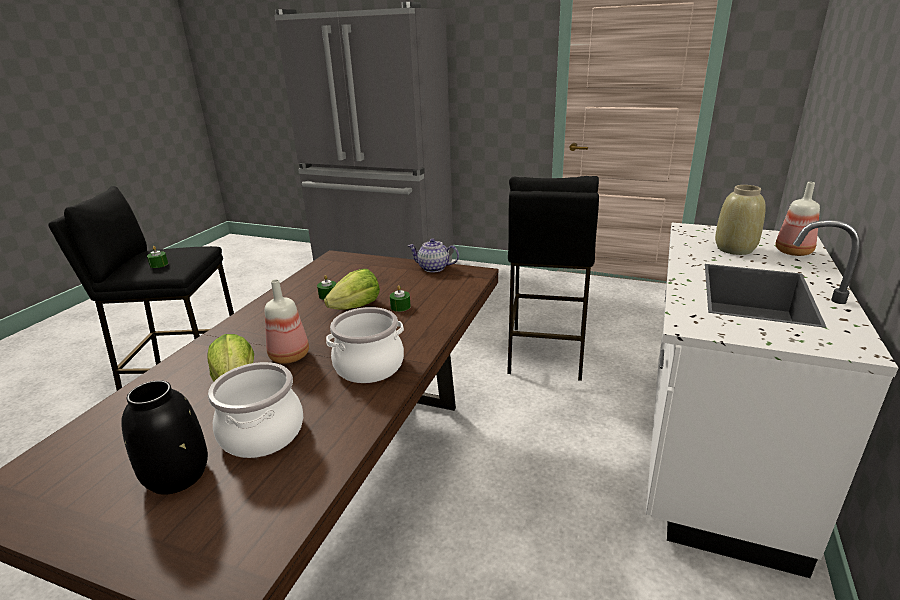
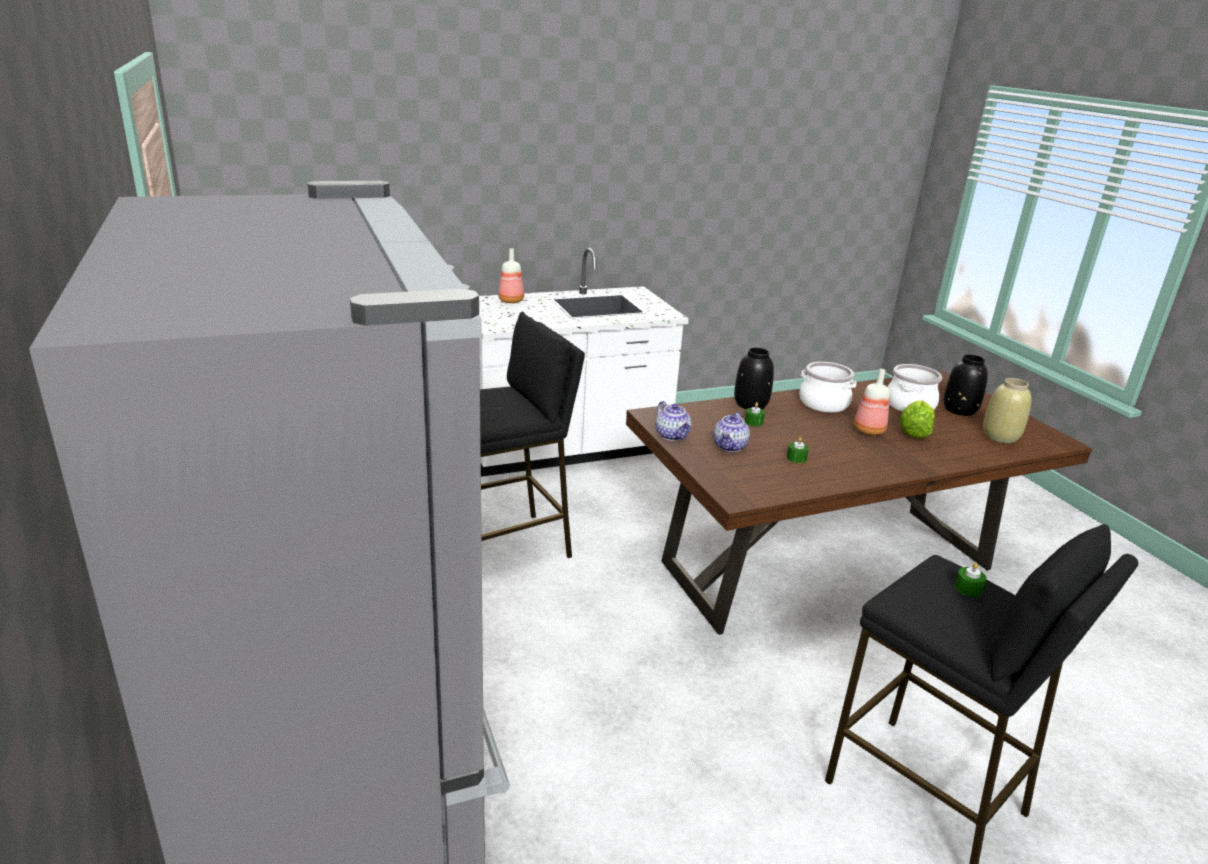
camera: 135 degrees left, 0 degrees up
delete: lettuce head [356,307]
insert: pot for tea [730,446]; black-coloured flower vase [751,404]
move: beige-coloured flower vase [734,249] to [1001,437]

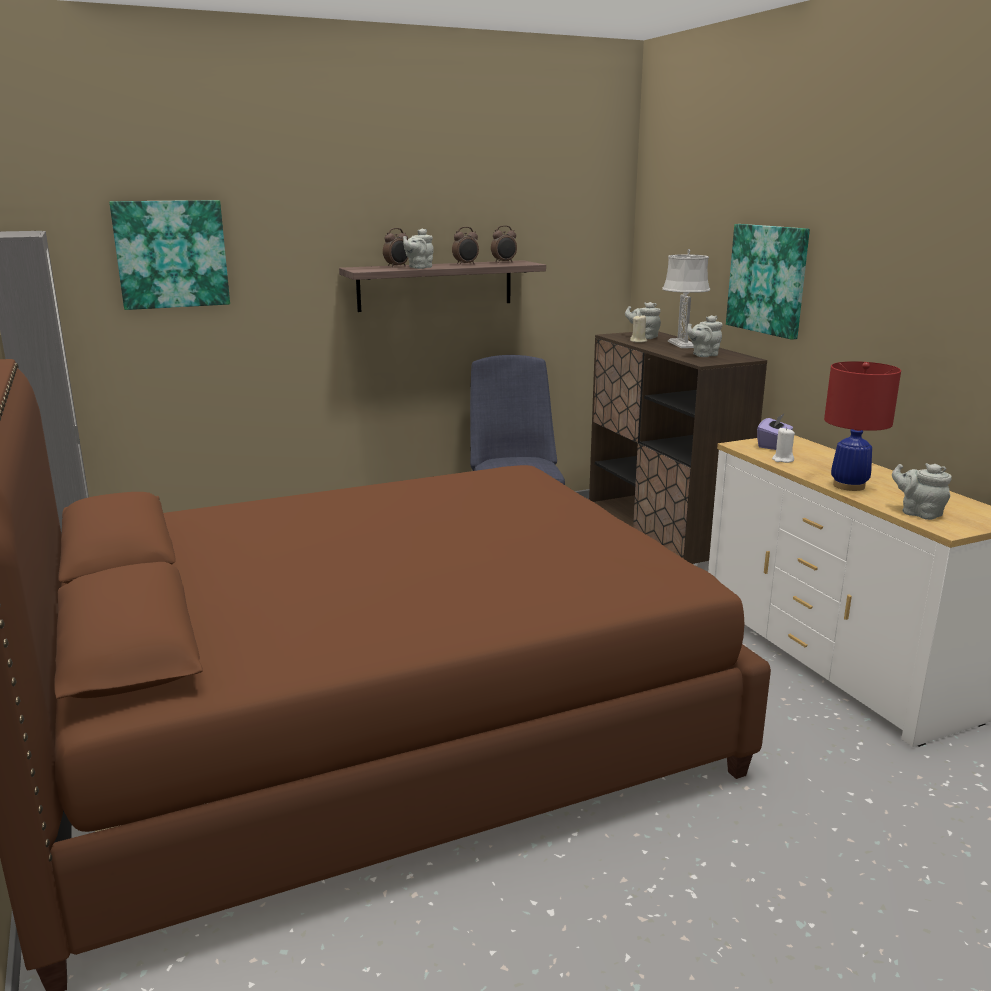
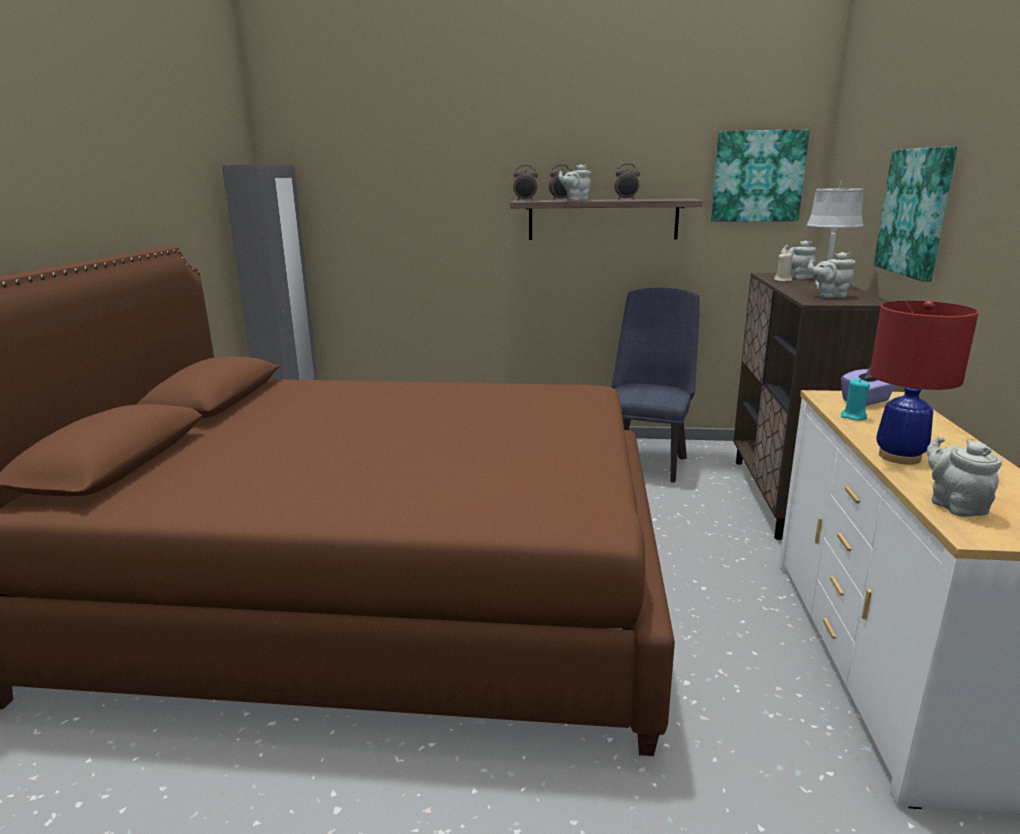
camera: 30 degrees right, 0 degrees up
move: wall art [171,254] to [757,176]; alarm clock [504,262] to [525,200]
recolor: white wax light [782,460] to blue-green wax light [853,417]

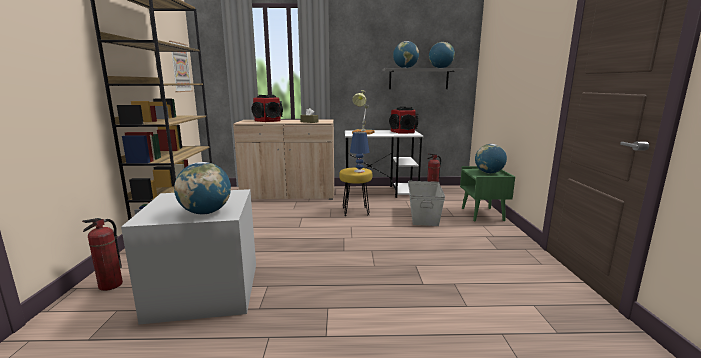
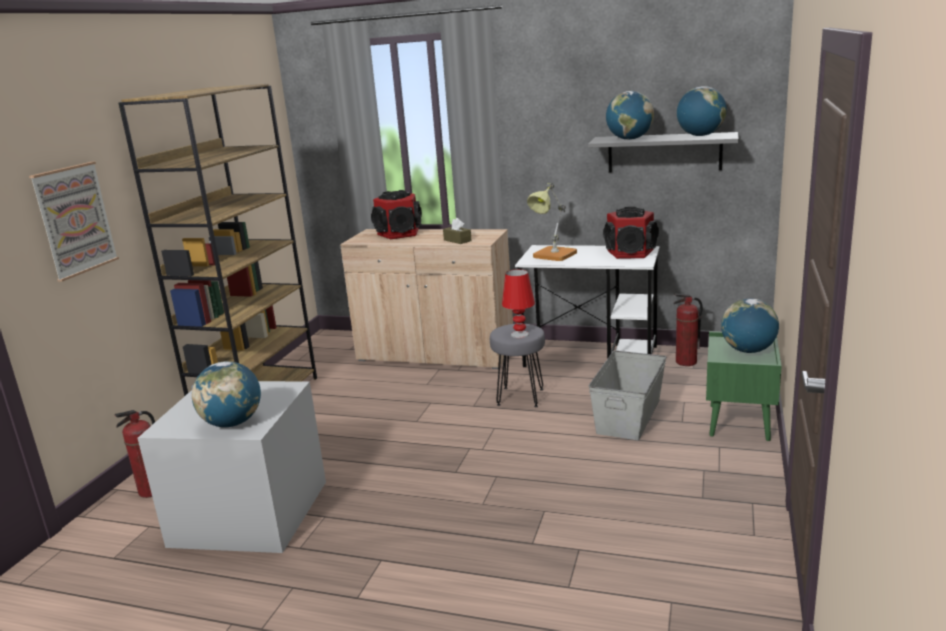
camera: 20 degrees right, 5 degrees up
move: wall art [180,67] to [74,220]
recolor: yellow-coloured stool seat [355,211] to greyish stool seat [519,397]; bluish lamp for a table [359,171] to red lamp for a table [519,334]

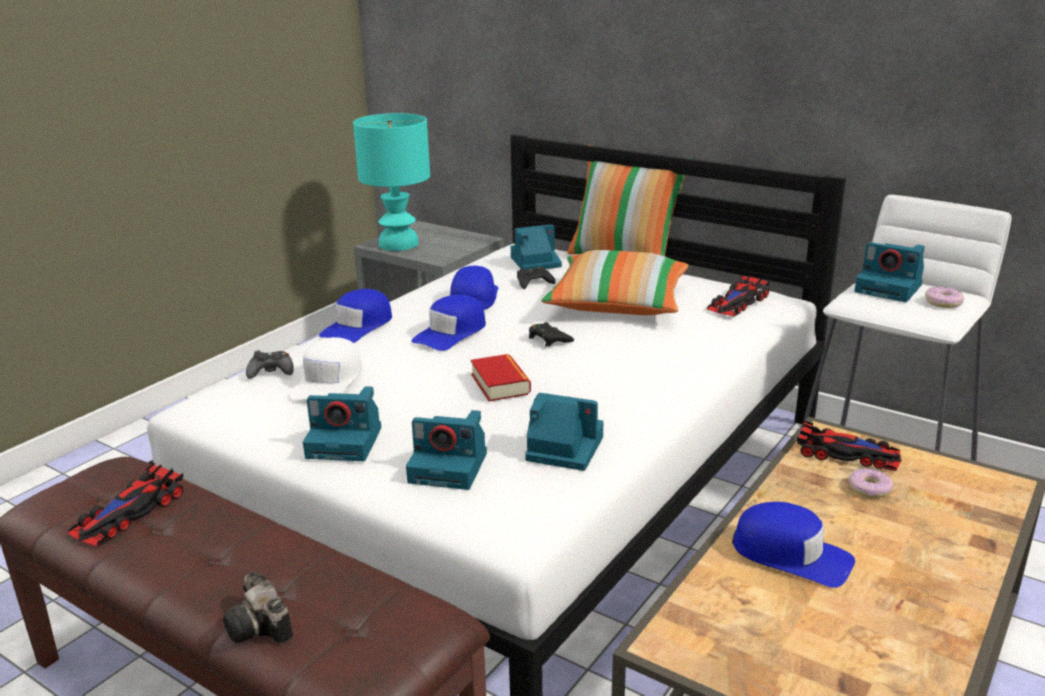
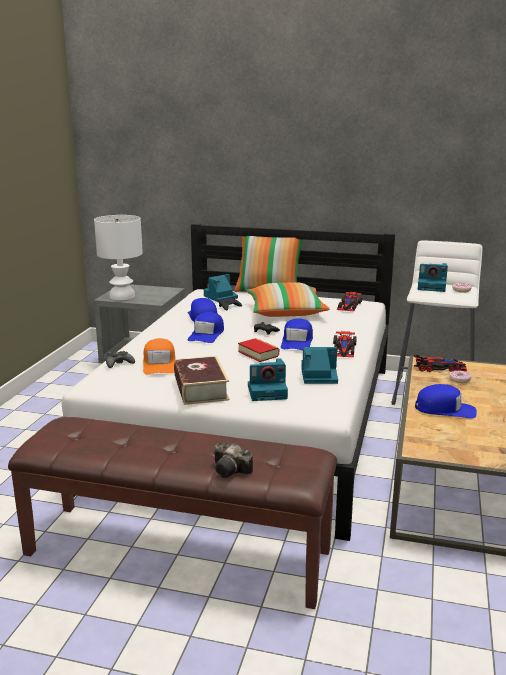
camera: 20 degrees left, 5 degrees down
move: toy car [129,513] to [344,349]; bluish cap [358,326] to [297,342]
replace: still camera [346,442] to book [200,388]
recolor: white cap [329,381] to orangey cap [159,364]; blue-green lamp for a table [399,244] to white lamp for a table [122,296]

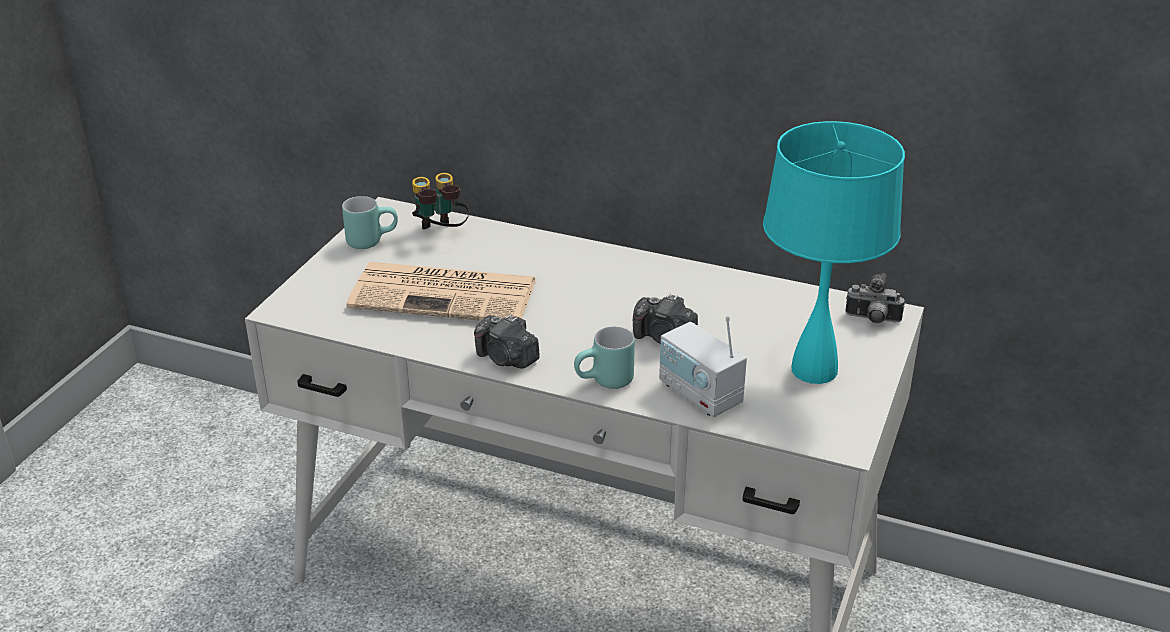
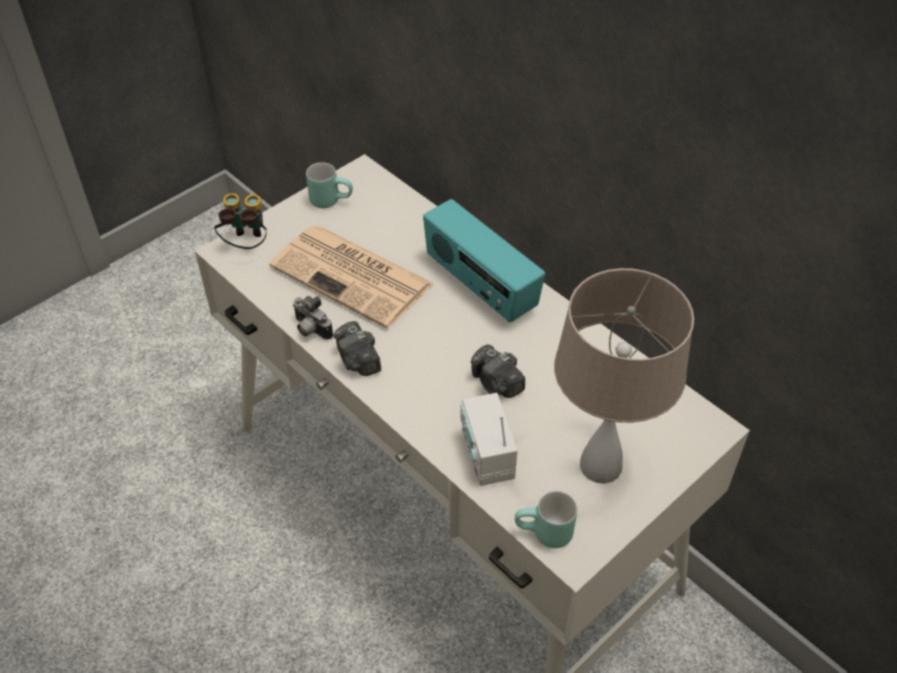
camera: 25 degrees right, 15 degrees up
insert: radio receiver [480,286]
move: binoculars [439,233] to [246,244]; blue-green tea mug [605,383] to [544,535]; still camera [872,320] to [310,330]
recolor: blue-green lamp for a table [813,370] to beige-coloured lamp for a table [600,465]

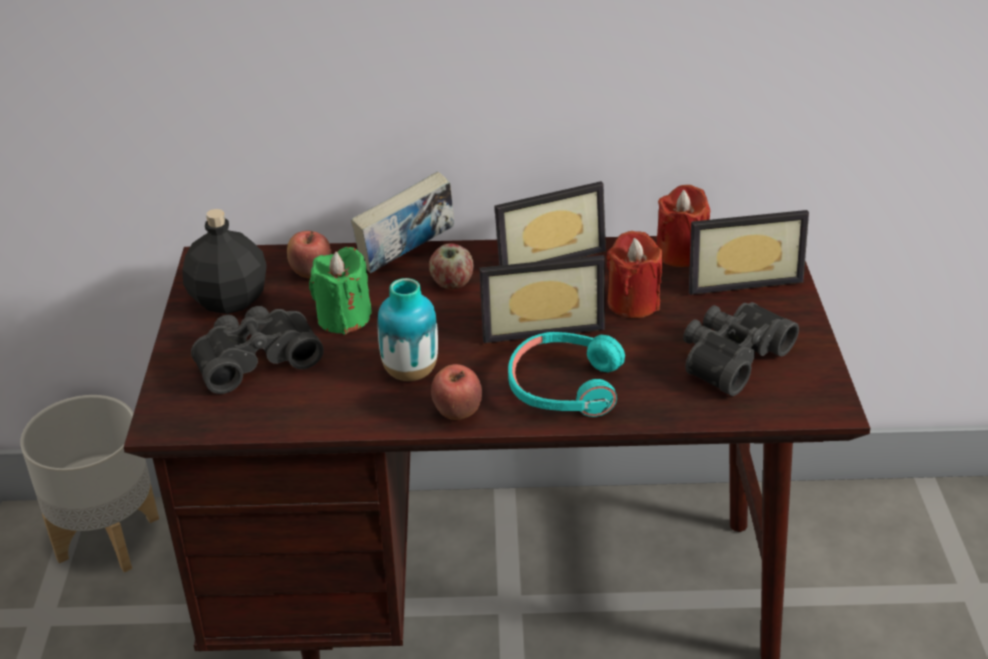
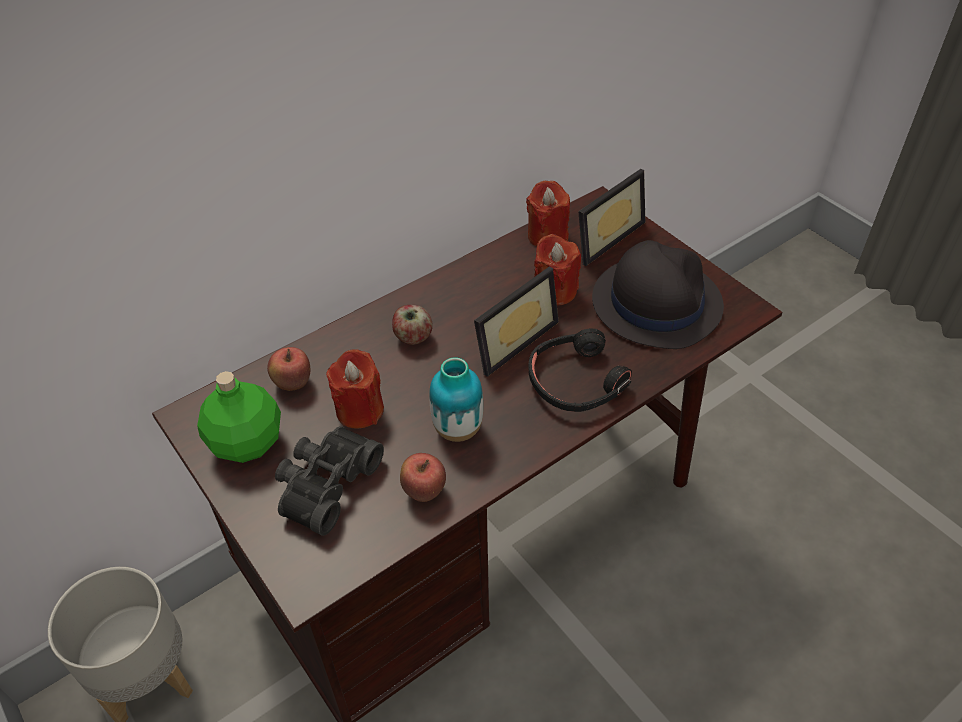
camera: 35 degrees left, 10 degrees up
delete: book [406,258]; photo frame [546,254]
move: apple fruit [457,413] to [424,491]
replace: black-coloured binoculars [730,357] to black-coloured clothing hat [656,302]
recolor: black-coloured bottle [230,300] to greenish bottle [248,442]; greenish wax light [343,318] to red wax light [359,410]; blue-green pair of headphones [564,386] to black-coloured pair of headphones [575,382]

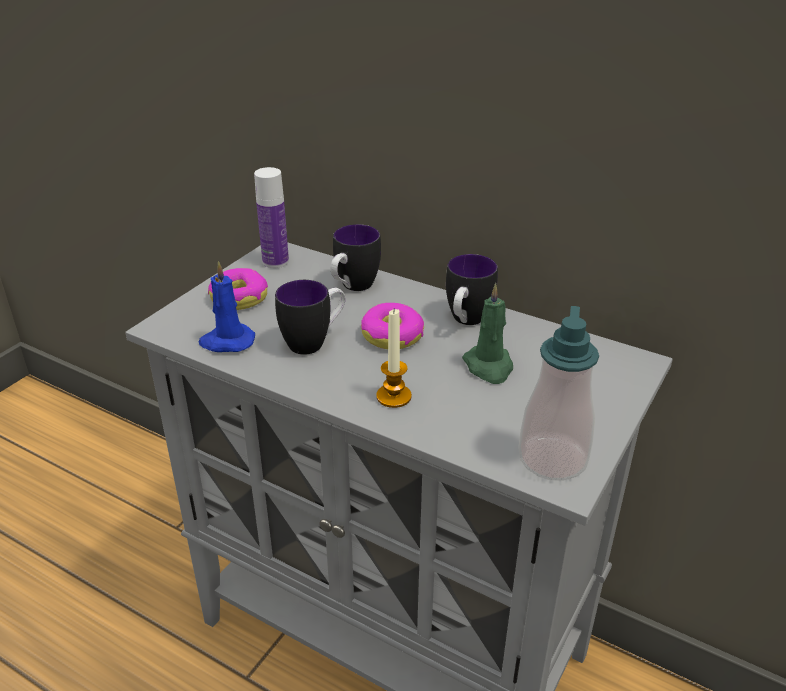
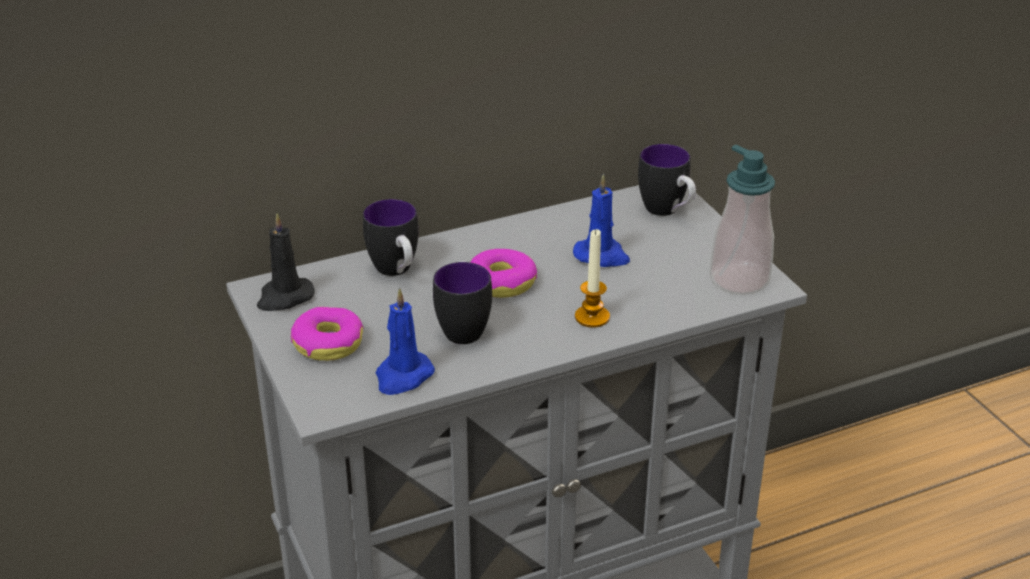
camera: 55 degrees left, 0 degrees up
move: tea mug [466,322] to [667,212]
replace: bottle [275,261] to black-coloured wax light [284,297]
recolor: greenish wax light [489,367] to bluish wax light [602,256]

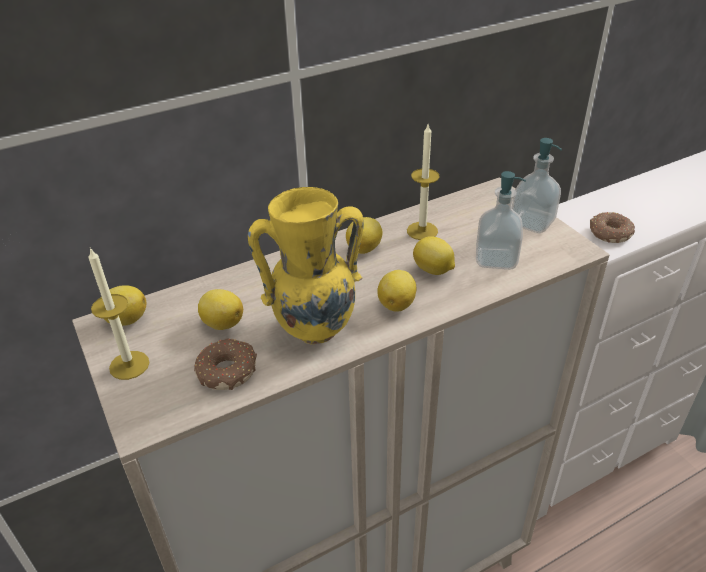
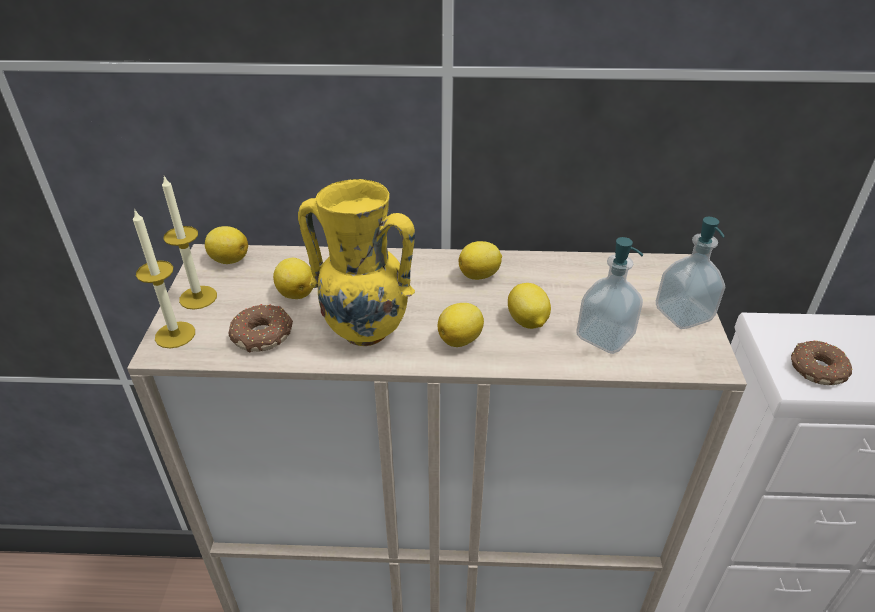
camera: 30 degrees right, 0 degrees up
move: wax light [422,231] to [175,335]

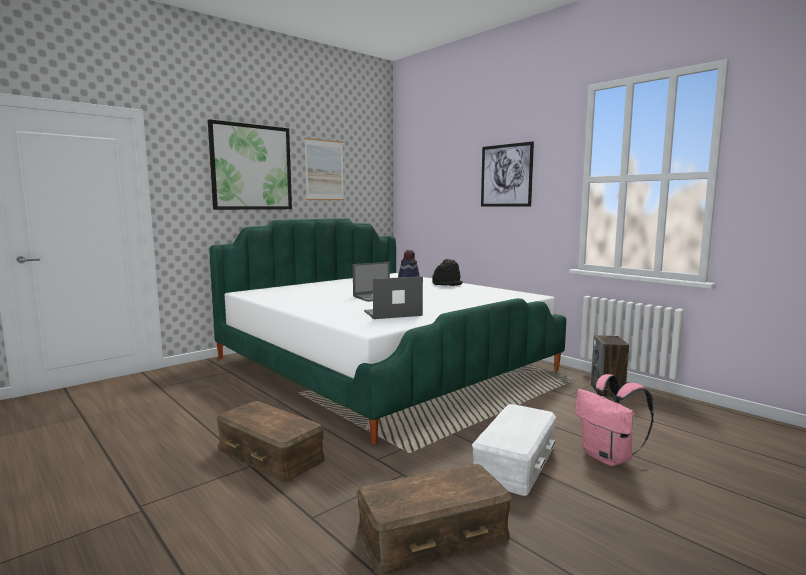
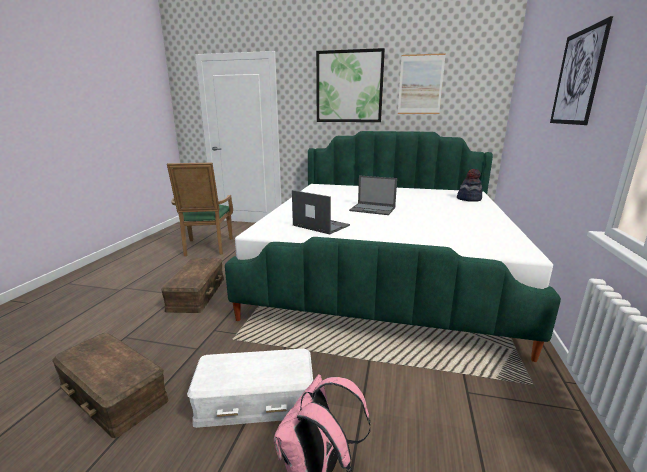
camera: 55 degrees right, 10 degrees up
delete: black-coloured clothing hat [447,284]; speaker [607,391]
insert: greenish easy chair [206,248]

